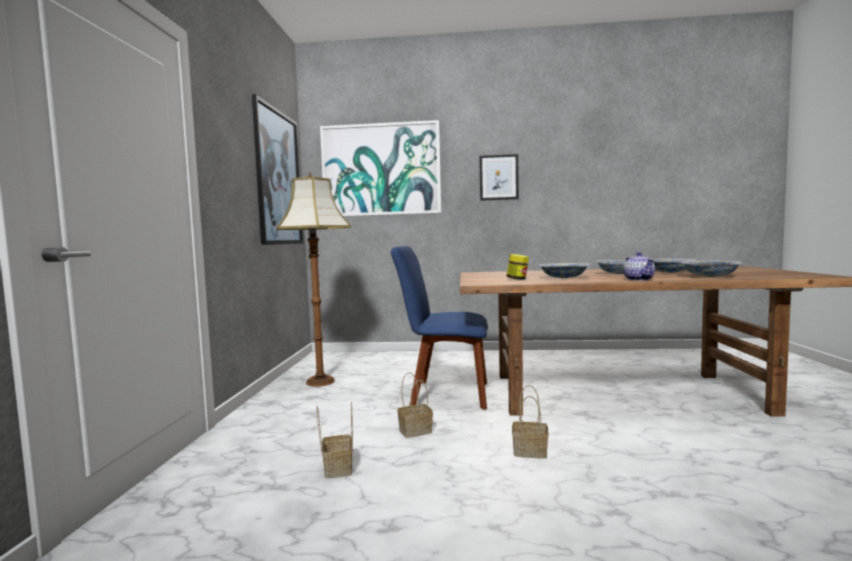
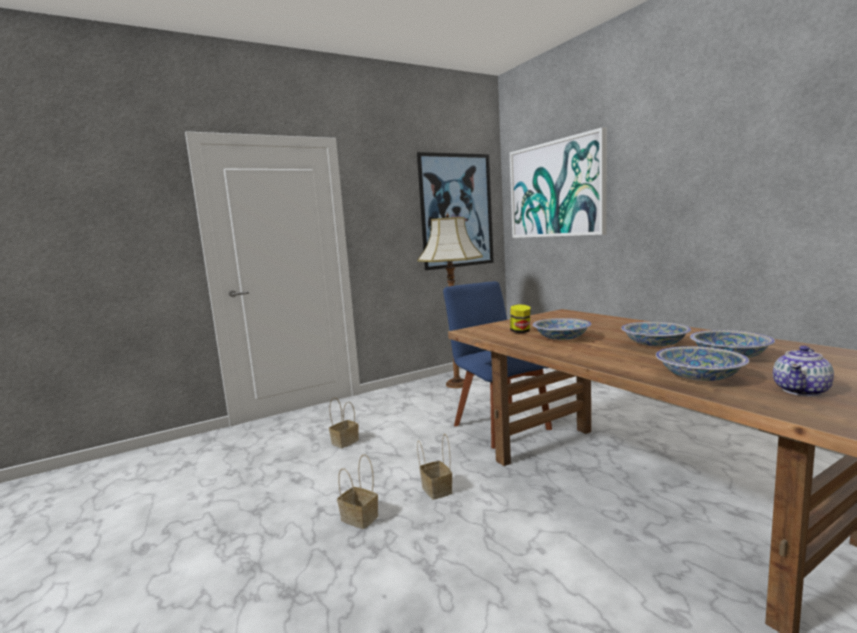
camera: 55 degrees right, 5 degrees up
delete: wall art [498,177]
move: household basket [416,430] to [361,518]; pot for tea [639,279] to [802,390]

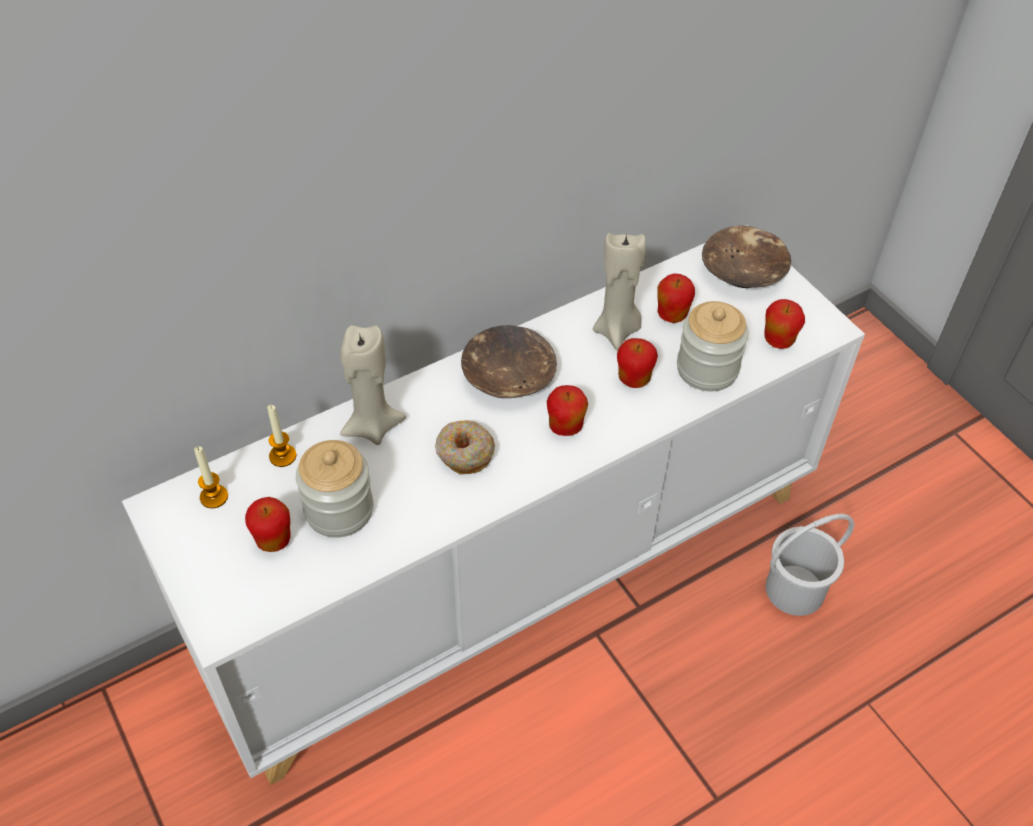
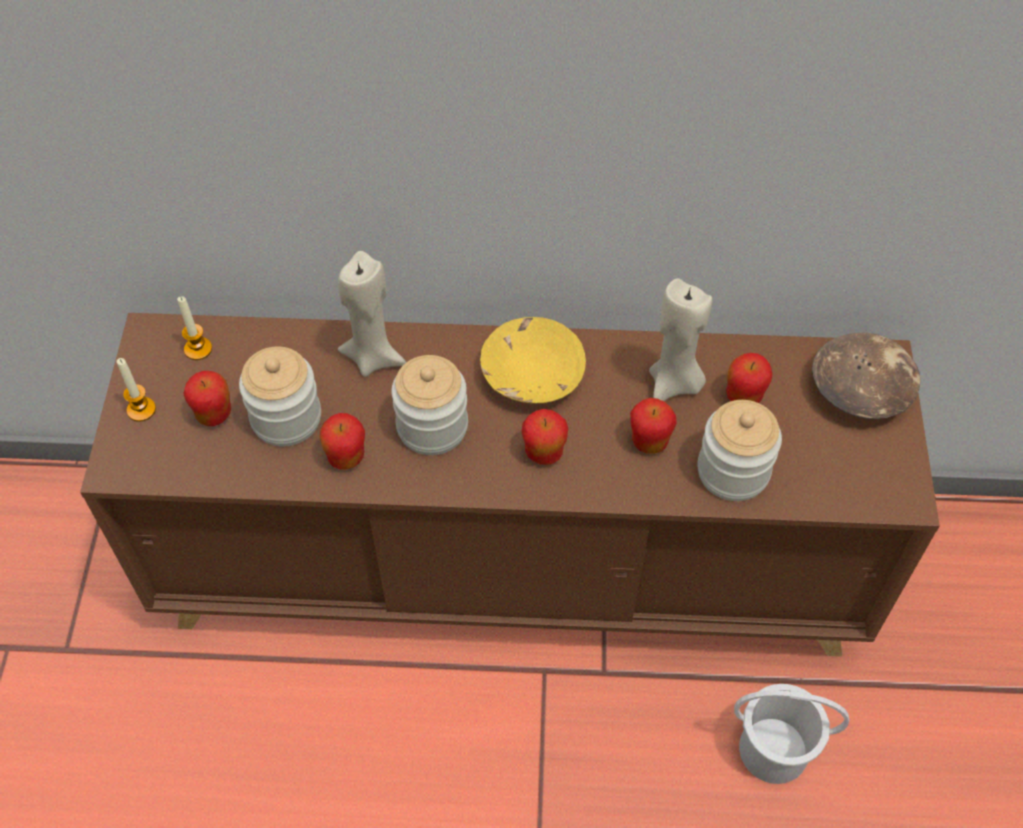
camera: 35 degrees right, 5 degrees up
move: wax light [282,456] to [141,409]; apple fruit [778,341] to [346,457]
replace: ring doughnut [464,453] to preserve jar [432,426]
recolor: white cupboard [515,572] to brown cupboard [513,568]; brown deep dish [507,376] to yellow-coloured deep dish [531,374]

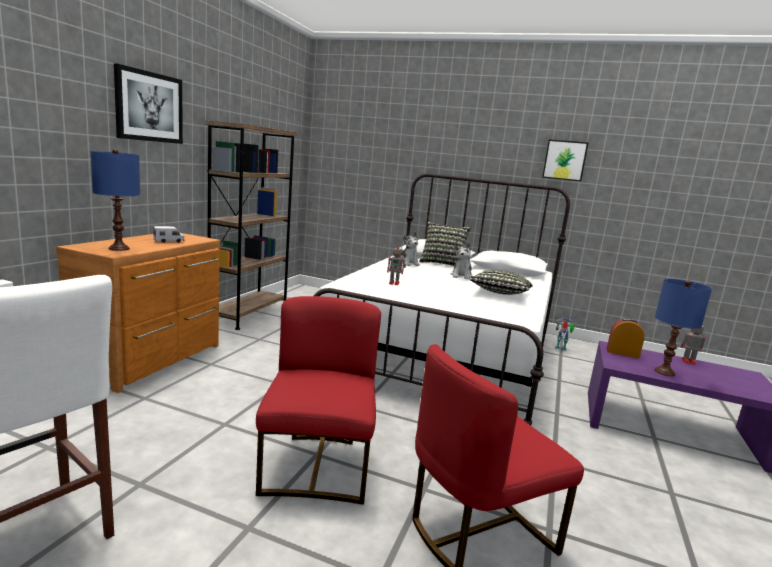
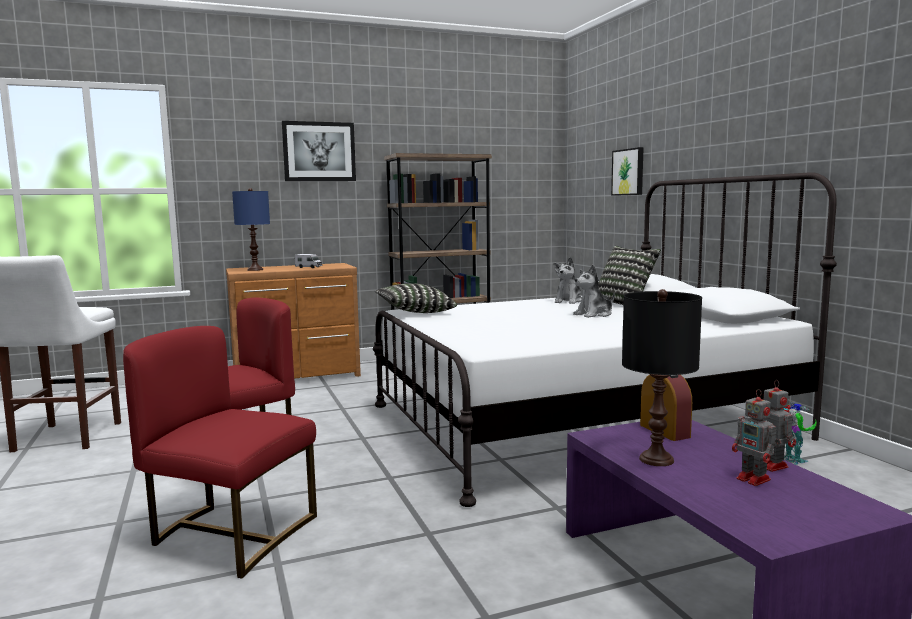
camera: 50 degrees right, 5 degrees down
move: model robot [394,283] to [755,480]; cushion [500,294] to [414,312]; wall art [564,160] to [628,172]
recolor: bluish lamp for a table [665,372] to black-coloured lamp for a table [657,459]

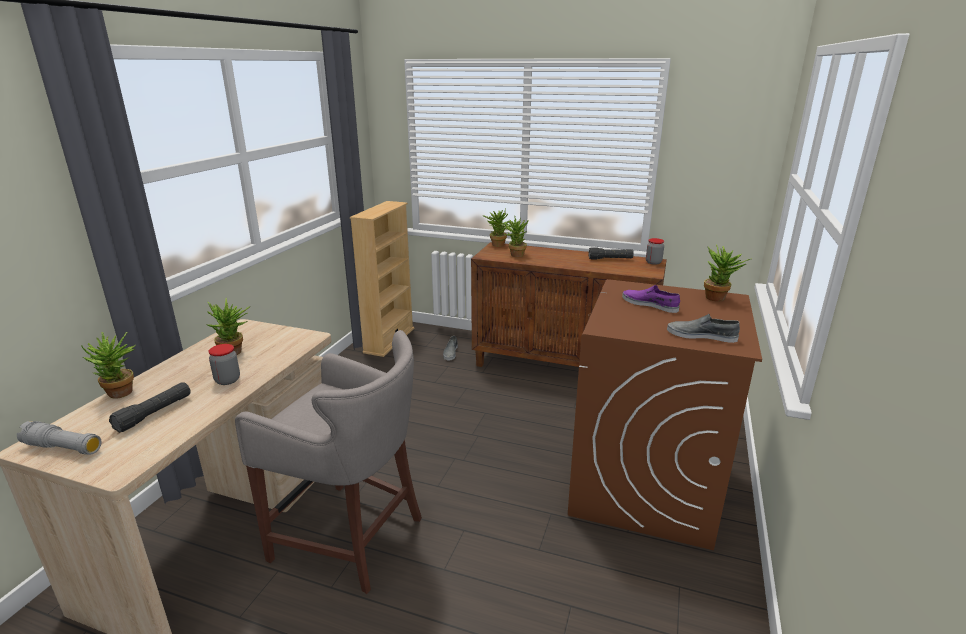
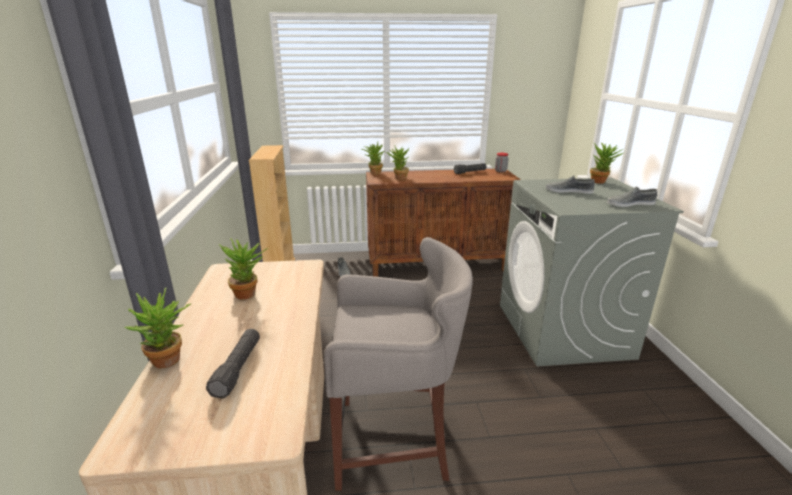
camera: 25 degrees left, 0 degrees up
delete: greyish flashlight [63,448]; preserve jar [227,380]
recolor: brown laundry appliance [644,485] to greyish laundry appliance [563,330]; purple-coloured item of footwear [650,304] to greyish item of footwear [569,191]

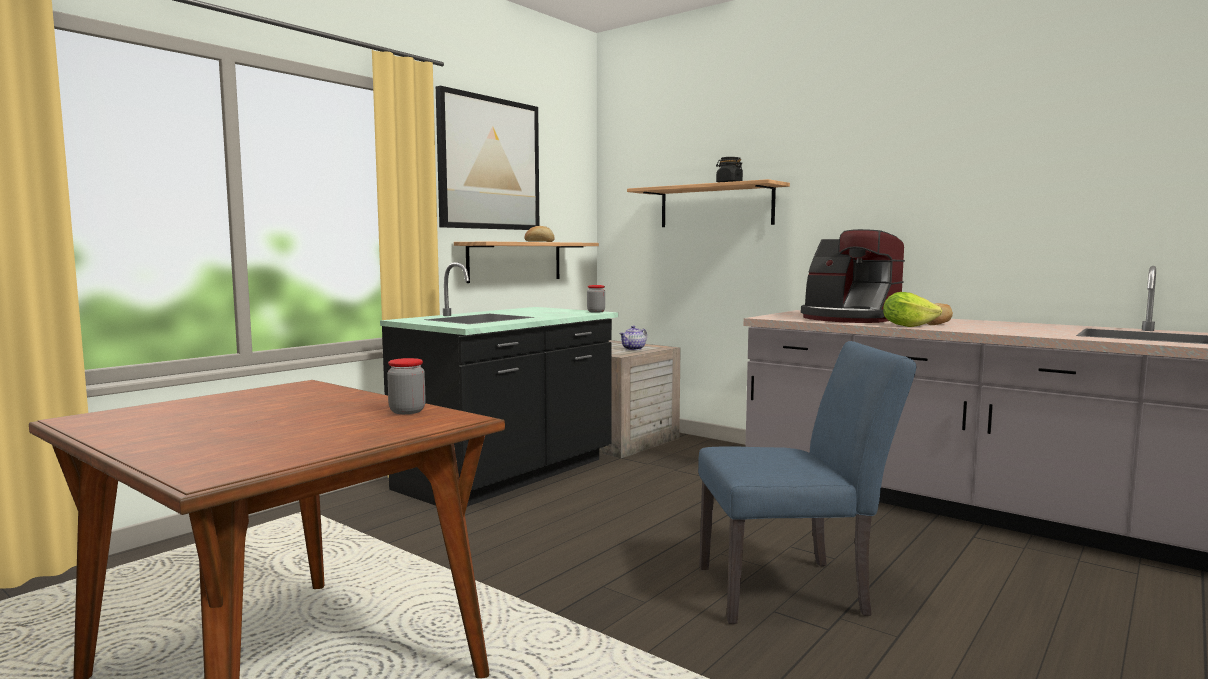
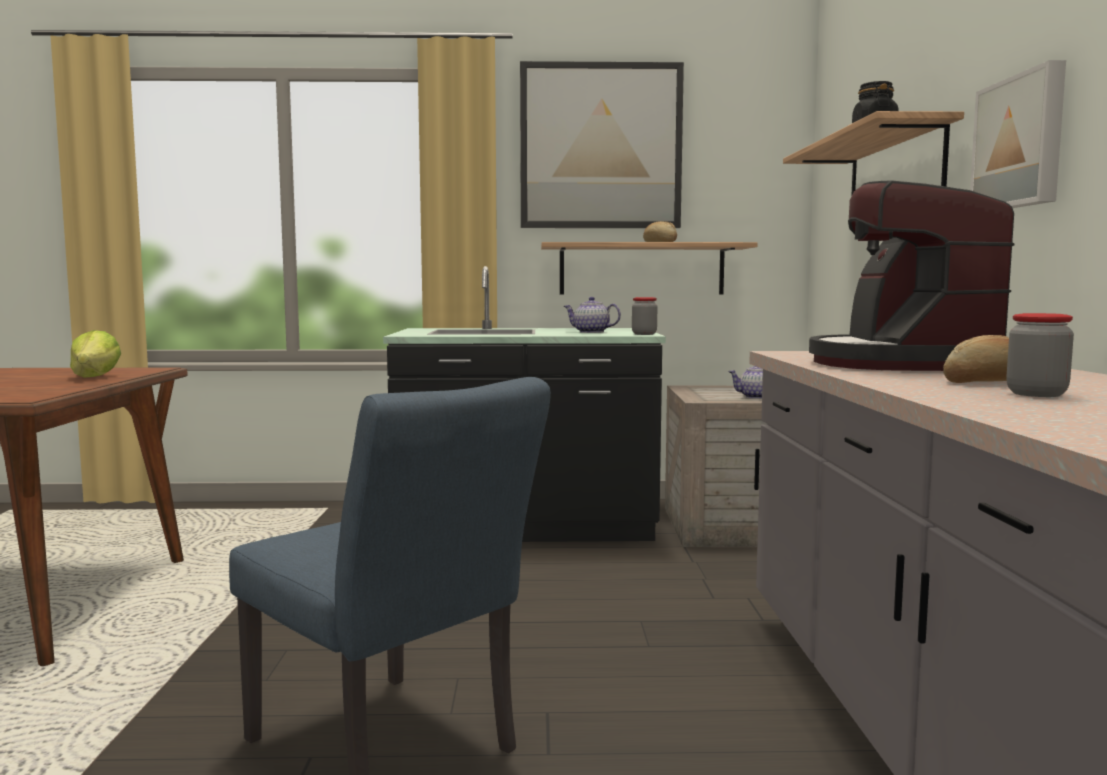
camera: 50 degrees right, 0 degrees up
insert: pot for tea [591,332]; wall art [1021,143]
move: preserve jar [407,411] to [1036,394]; lettuce head [907,326] to [96,377]

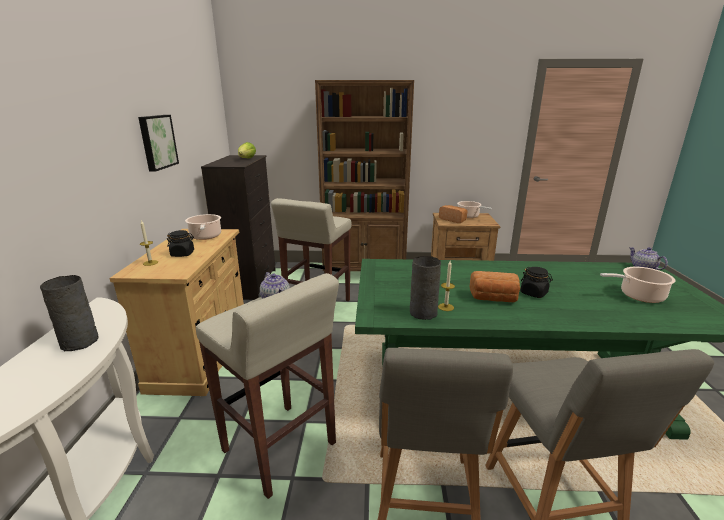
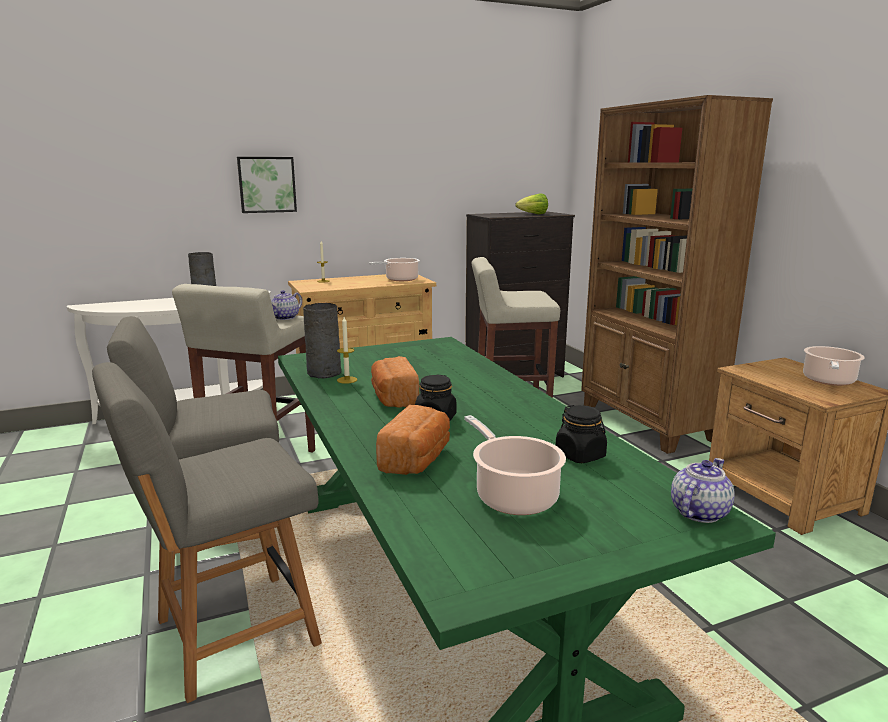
camera: 65 degrees right, 5 degrees down
move: wall art [157,142] to [267,184]; black-coloured preserve jar [183,254] to [580,455]; baked bread [453,220] to [417,460]

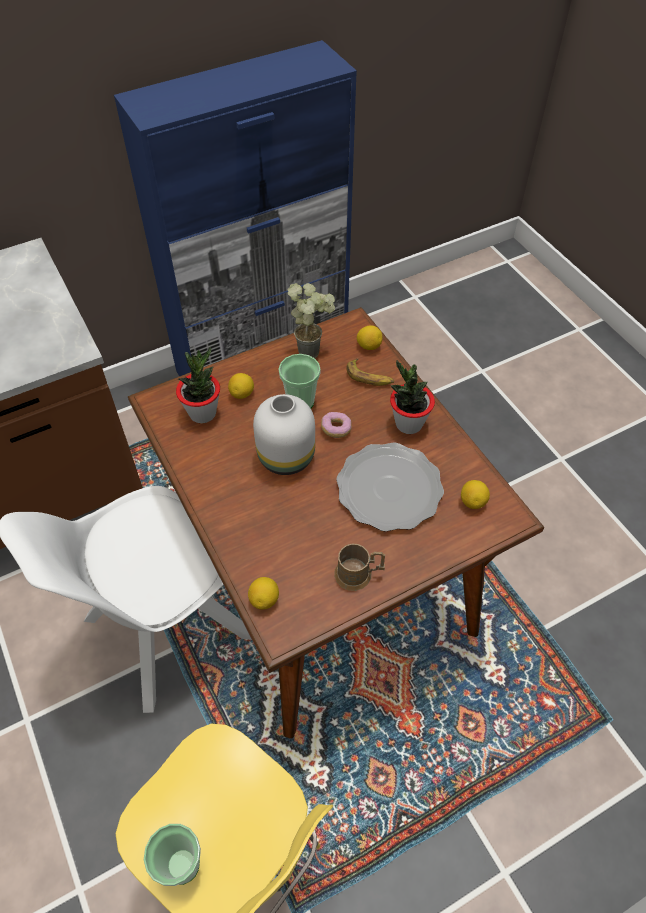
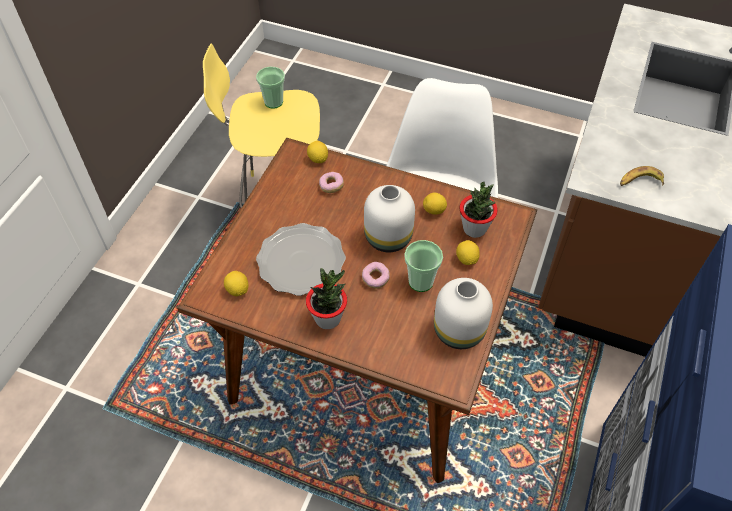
camera: 140 degrees right, 0 degrees up
delete: brown tea mug [358,574]
insert: ring doughnut [331,186]
move: banana [369,377] to [639,181]; lemon [369,346] to [434,211]
replace: houseplant [313,349] to white flower vase [459,332]

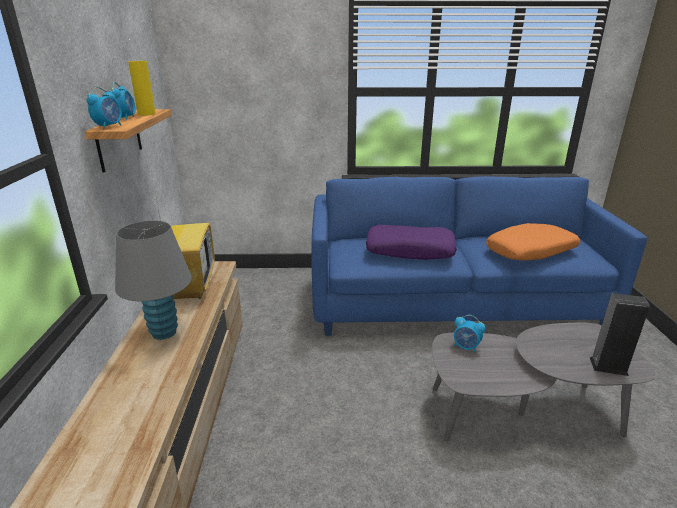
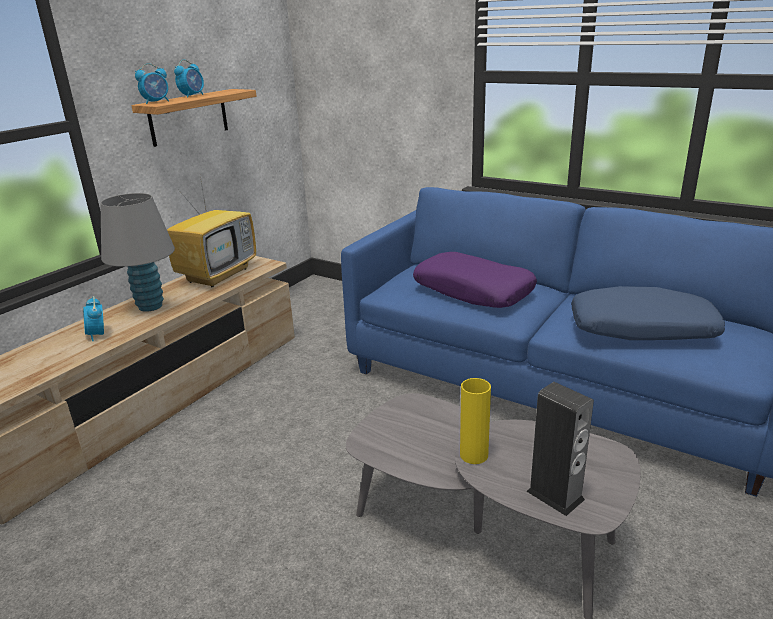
camera: 35 degrees right, 0 degrees up
move: yellow-coloured flower vase [146,114] to [474,455]; alarm clock [466,347] to [97,335]
recolor: orangey cushion [531,251] to bluish cushion [641,330]

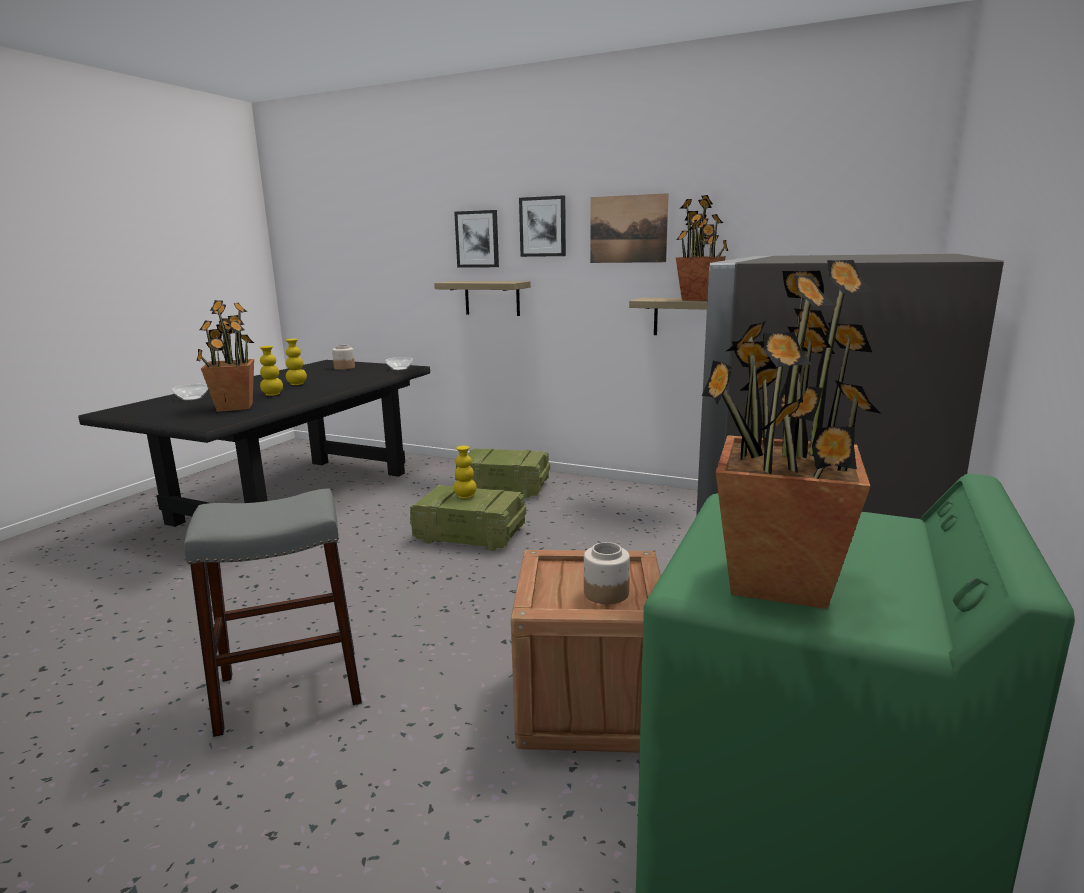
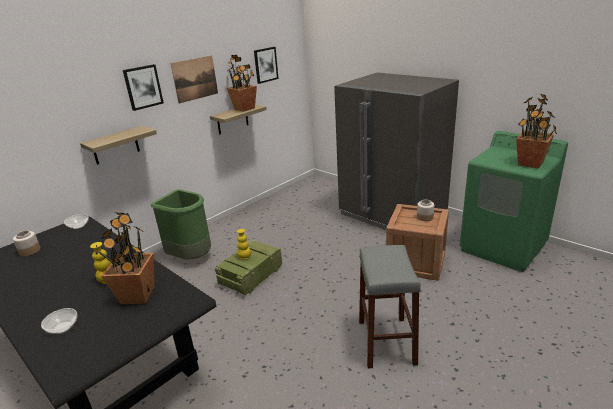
camera: 70 degrees left, 10 degrees up
delete: yellow-coloured flower vase [297,384]
move: wall art [477,239] to [265,65]
replace: crate [505,488] to greenish trash can [191,257]

